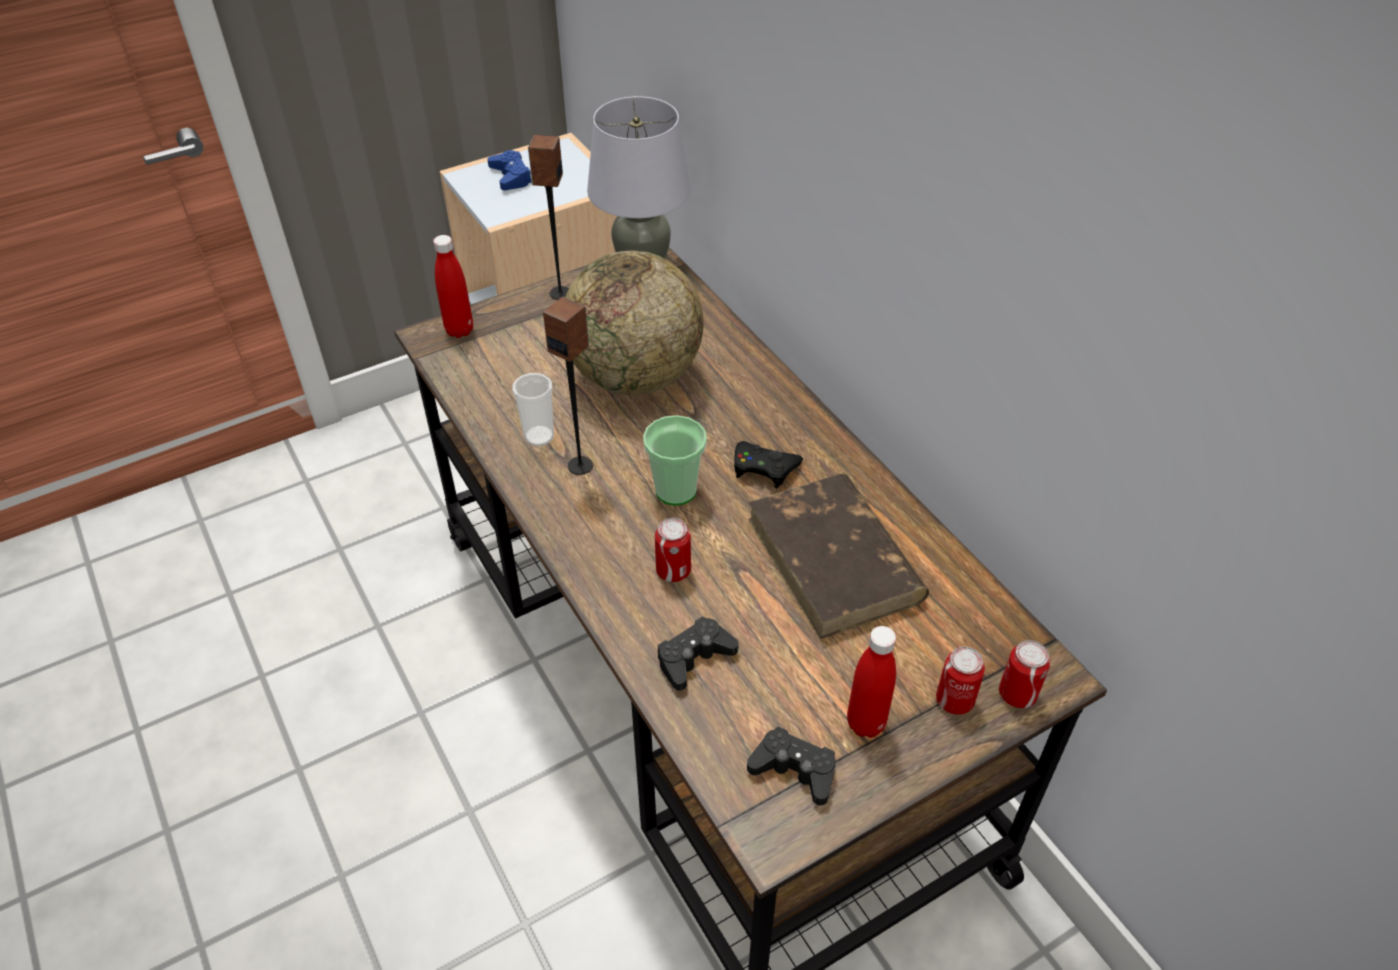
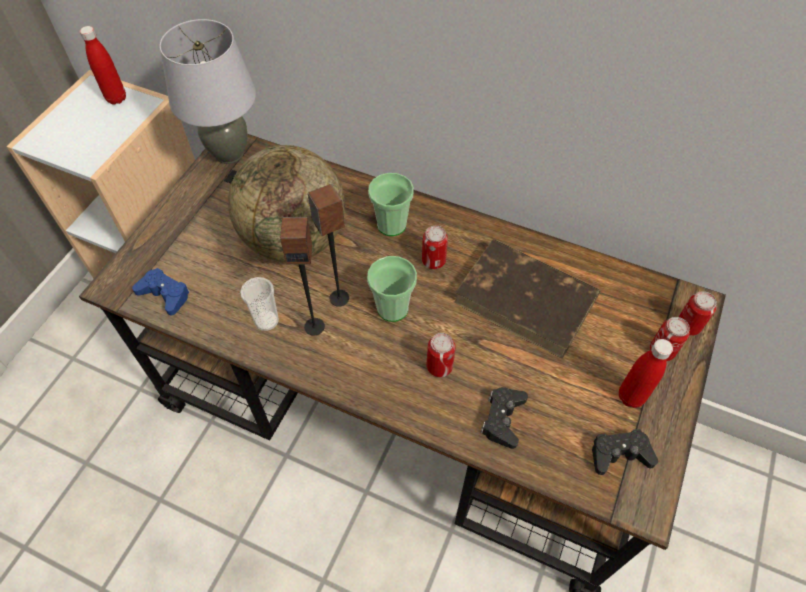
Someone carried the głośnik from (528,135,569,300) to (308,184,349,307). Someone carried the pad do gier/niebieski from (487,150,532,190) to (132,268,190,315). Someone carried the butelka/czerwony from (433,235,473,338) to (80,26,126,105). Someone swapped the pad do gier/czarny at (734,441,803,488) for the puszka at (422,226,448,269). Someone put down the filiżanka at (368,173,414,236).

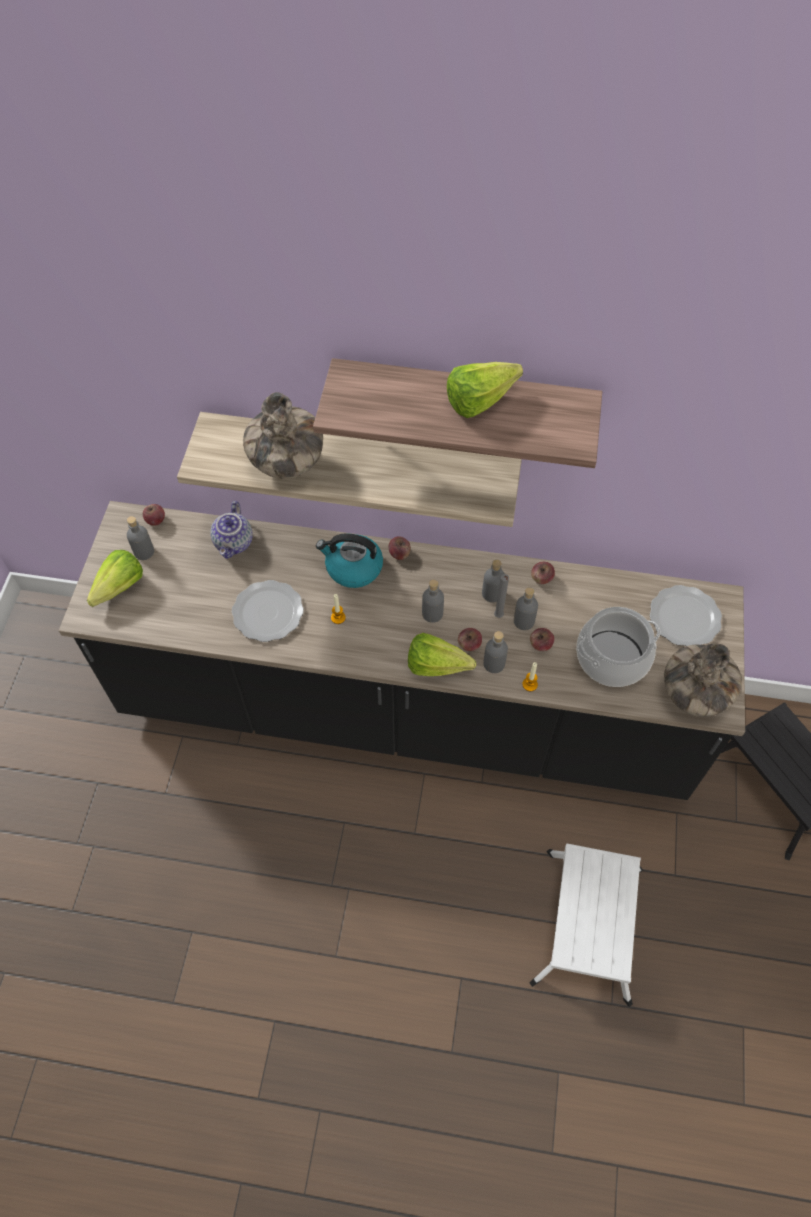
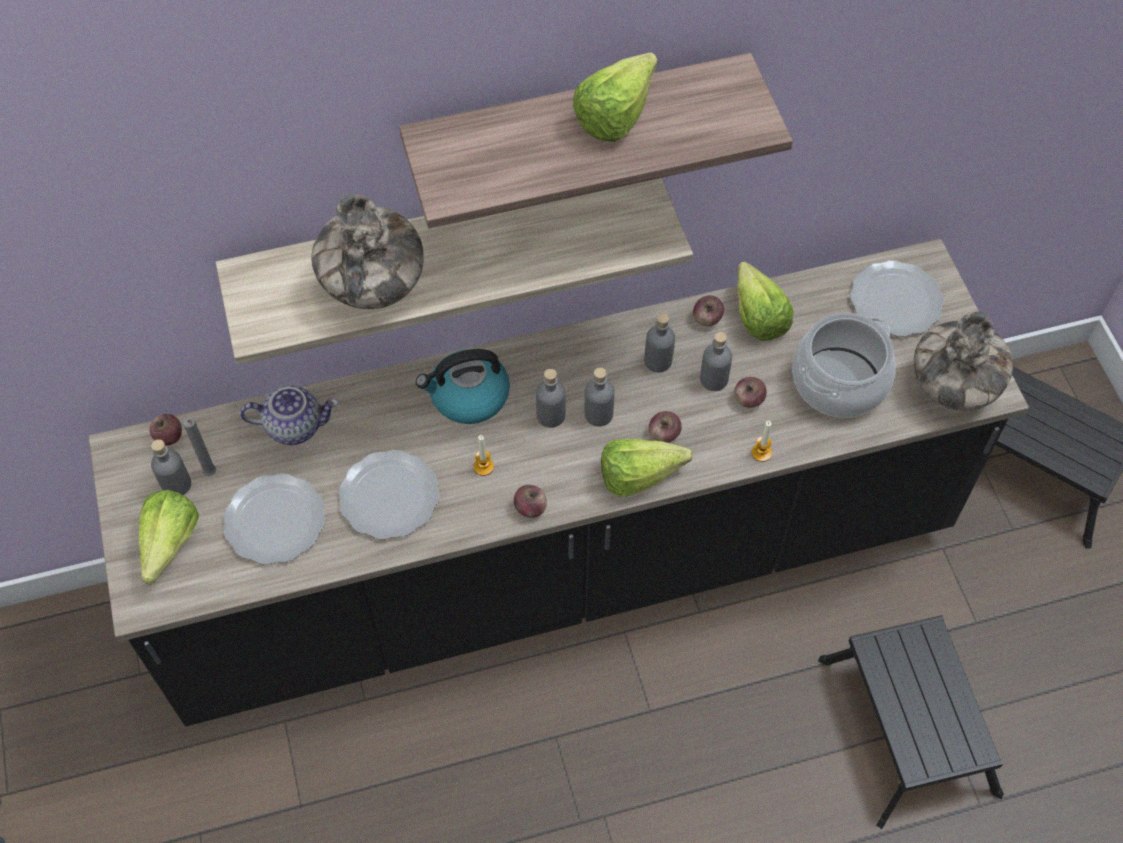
Someone rotated the imbryk at (210,501,253,559) by 75 degrees counterclockwise. Someone carried the jabłko from (388,536,411,560) to (514,485,547,518). Someone carried the świeca/szary from (494,574,509,618) to (183,418,216,476). Someone carried the butelka/szary from (483,631,508,673) to (536,369,566,428). Someone repainted the drabinka/biały at (529,843,643,1007), which became the drabinka/czarny at (818,615,1004,829). Someone put down the sałata at (737,261,794,341). Someone put down the talerz at (223,473,325,565).

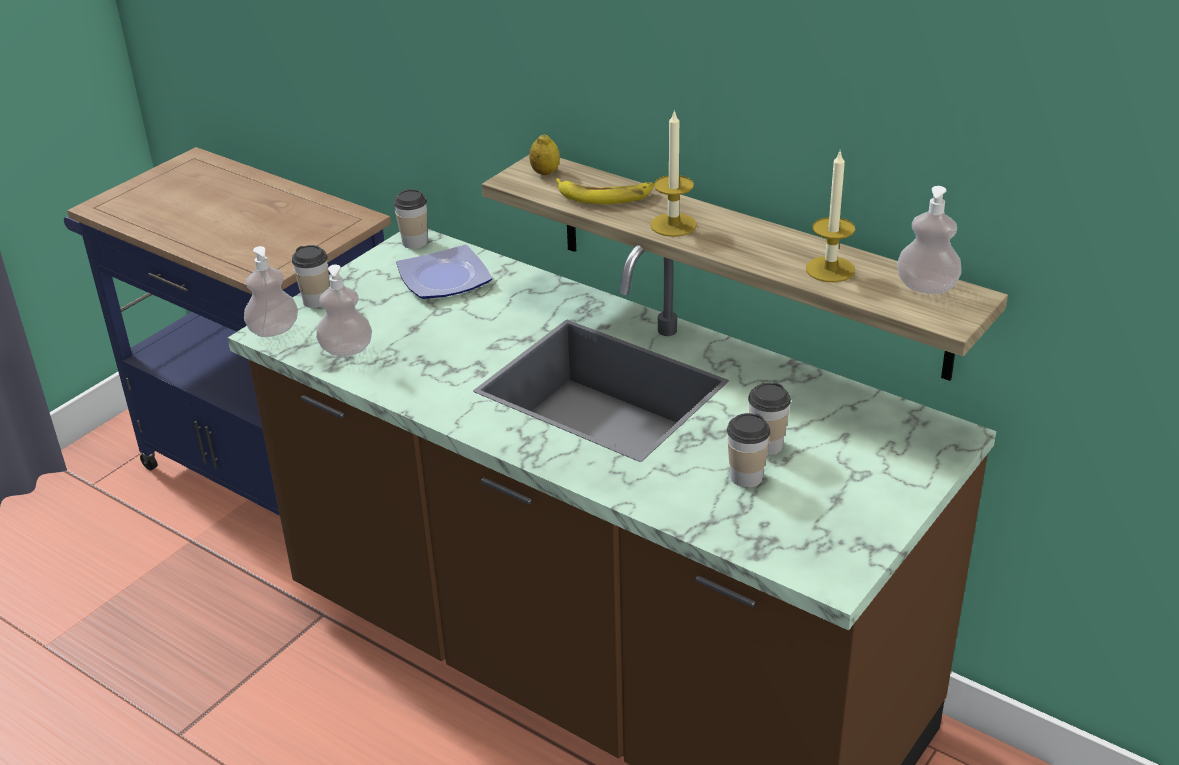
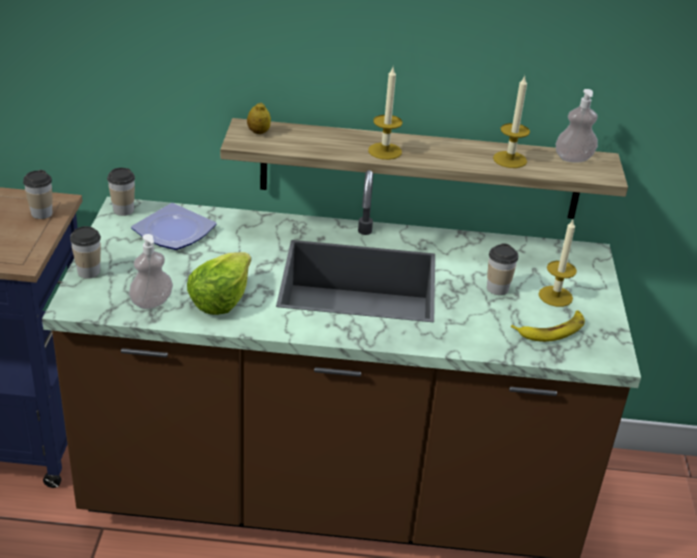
Someone carried the banan from (555,178,654,204) to (511,311,585,342). Someone took away the dozownik mydła at (244,246,298,337). Someone carried the filiżanka from (727,413,770,487) to (23,170,53,219). Someone put down the świeca at (539,220,577,307). Someone put down the sałata at (187,252,251,315).

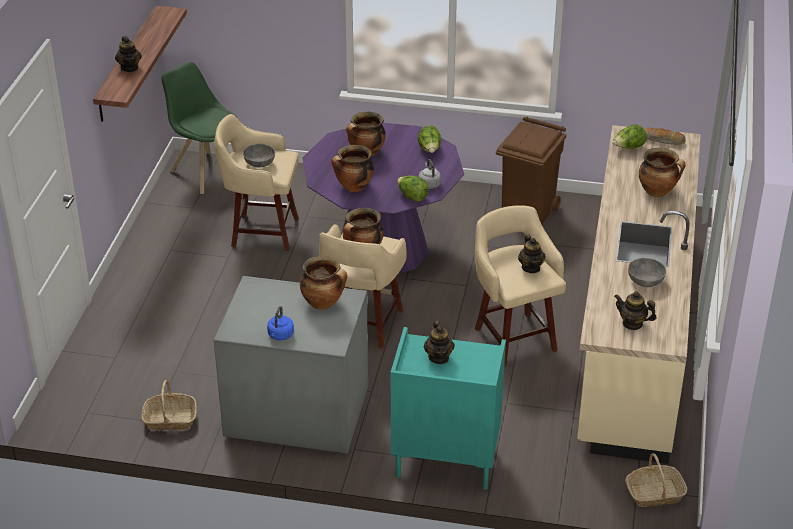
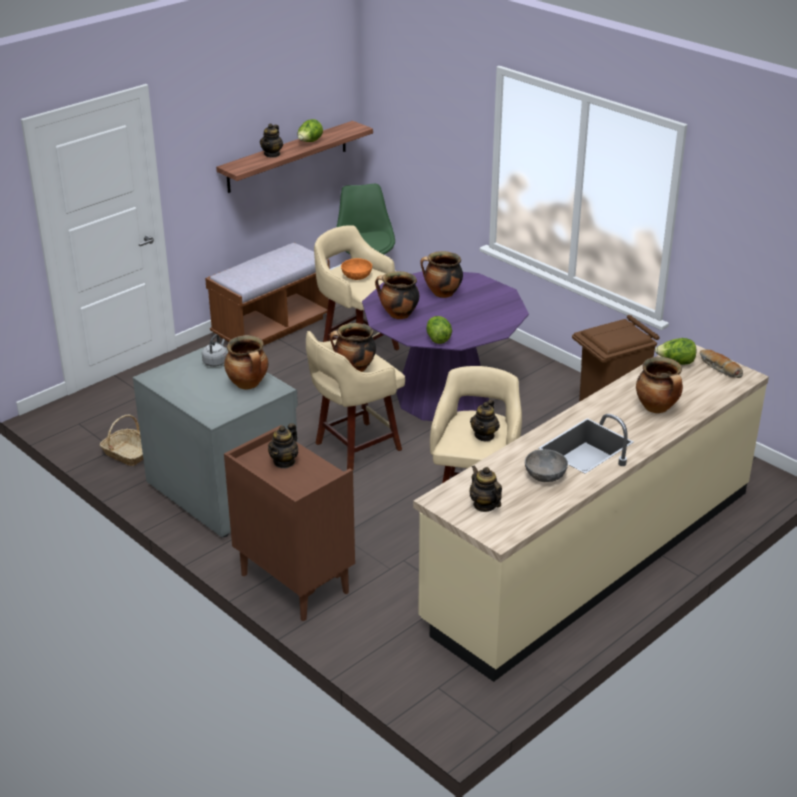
Someone carried the sałata from (418,125,441,153) to (297,119,323,142). Someone repainted the miska/szary at (243,144,275,167), which became the miska/pomarańczowy at (341,258,372,280). Someone carried the czajnik/szary from (418,159,441,189) to (202,334,227,367). Someone took away the czajnik/niebieski at (267,306,294,340). Someone repainted the szafka/turkusowy at (391,327,506,489), which became the szafka/brązowy at (224,425,355,621). Someone took away the koszyk at (625,453,687,507). Someone put down the ławka/brązowy at (205,243,330,345).

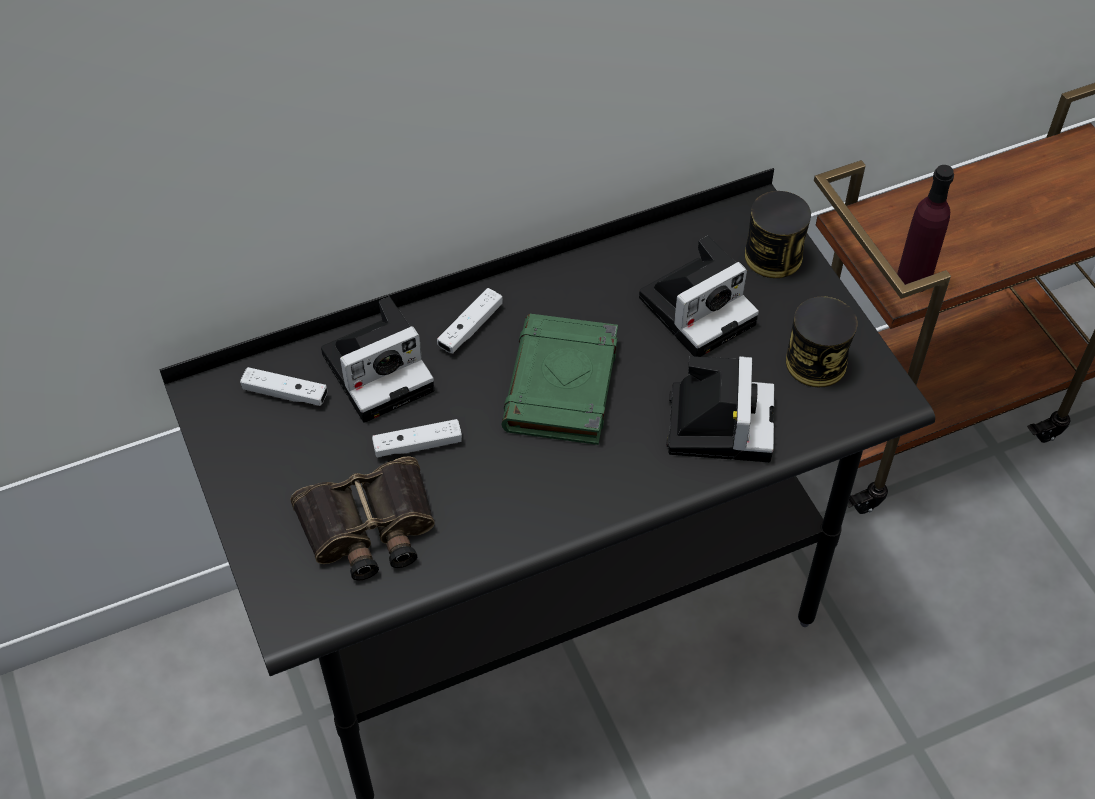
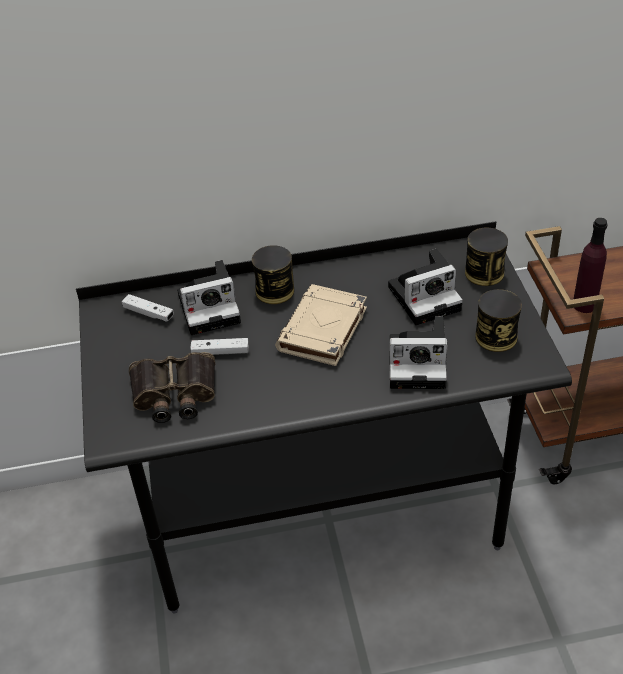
Someone swapped the pad do gier/biały at (437,288,503,353) for the puszka at (252,245,294,304). Someone repainted the książka/zielony at (501,314,618,445), which became the książka/beżowy at (275,284,367,366). Someone rotated the aparat fotograficzny at (666,356,774,462) by 75 degrees clockwise.

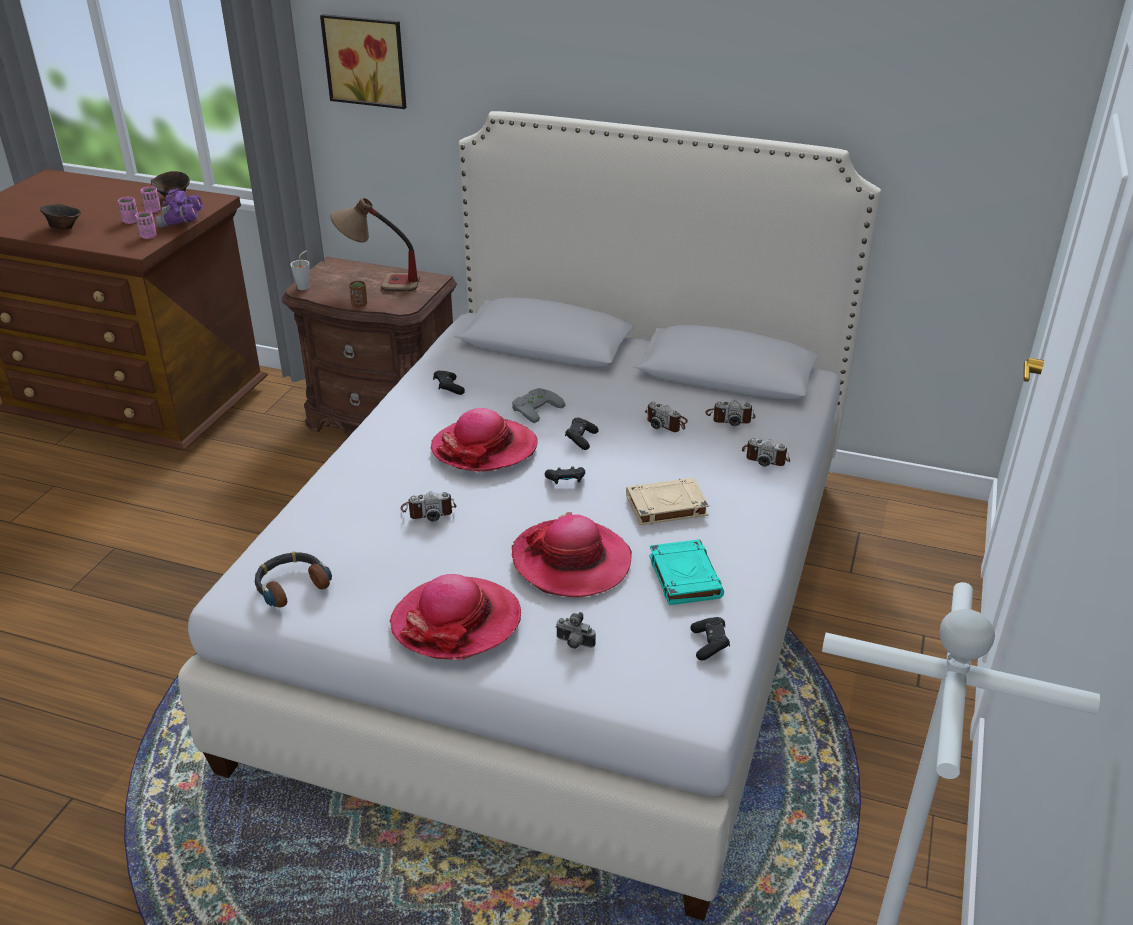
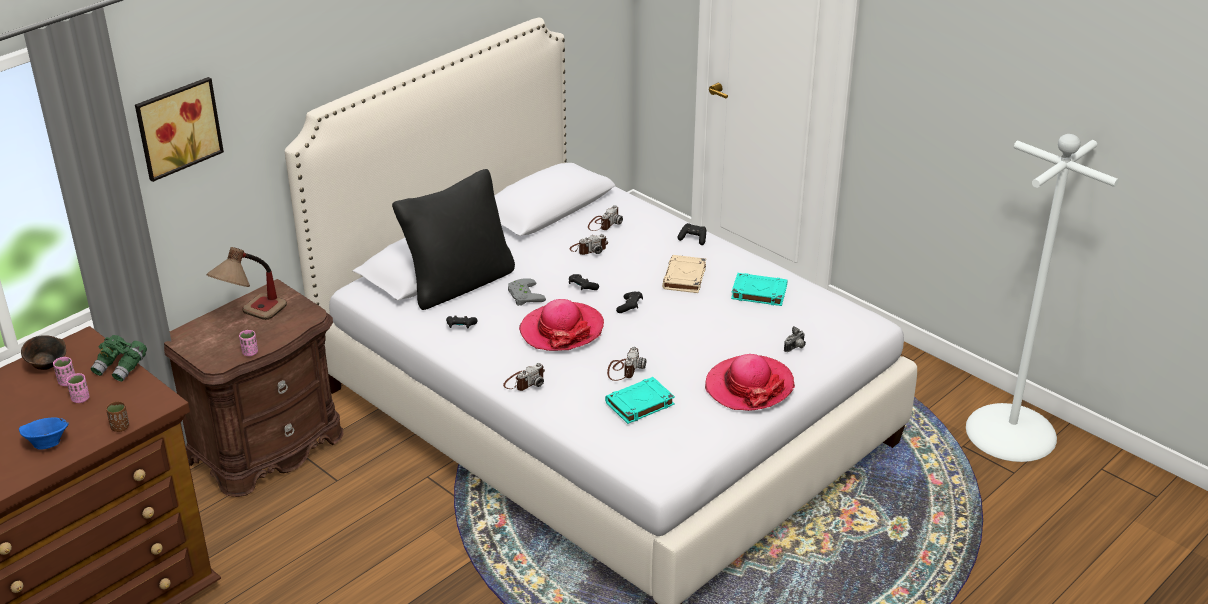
Someone repainted the lornetka/fioletowy at (156,188,203,228), which became the lornetka/zielony at (91,335,147,382). Someone repainted the miska/brązowy at (40,204,81,230), which became the miska/niebieski at (19,417,69,450). Someone carried the filiżanka/różowy from (135,211,157,239) to (239,330,258,356). Someone took away the filiżanka/szary at (290,250,310,290). Someone carried the filiżanka/brązowy from (349,280,367,307) to (106,401,129,432). Someone carried the aparat fotograficzny from (742,438,790,467) to (503,363,545,391). Someone took away the kapelusz at (512,512,632,597). Someone took away the słuchawki at (254,552,332,607). Someone carried the pad do gier/czarny from (690,617,730,660) to (678,223,706,245). Someone put down the poduszka/czarny at (392,169,515,310). Someone put down the książka/turkusowy at (605,377,675,424).

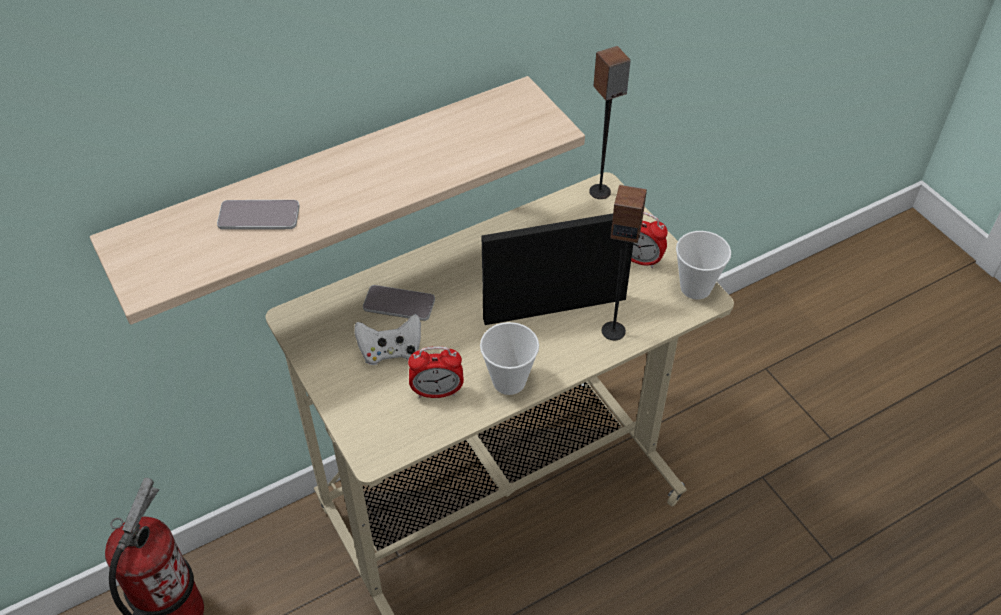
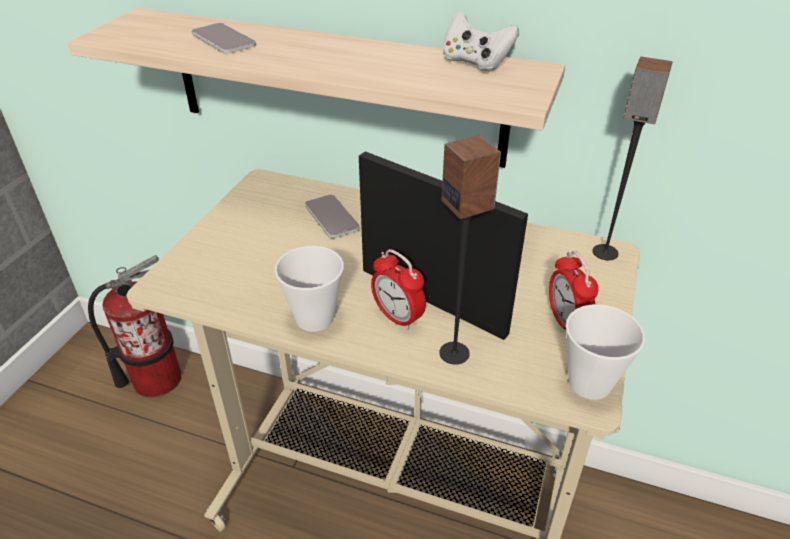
Someone carried the pad do gier/biały from (354,314,421,365) to (443,11,519,71). Someone carried the budzik from (408,346,464,398) to (371,249,426,331).

